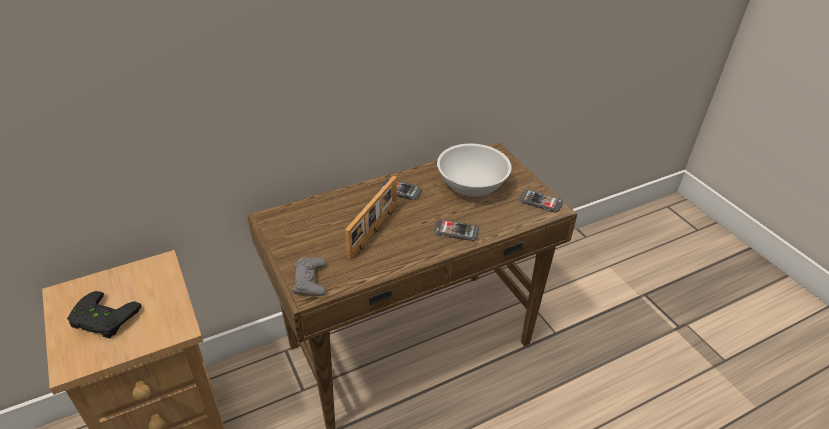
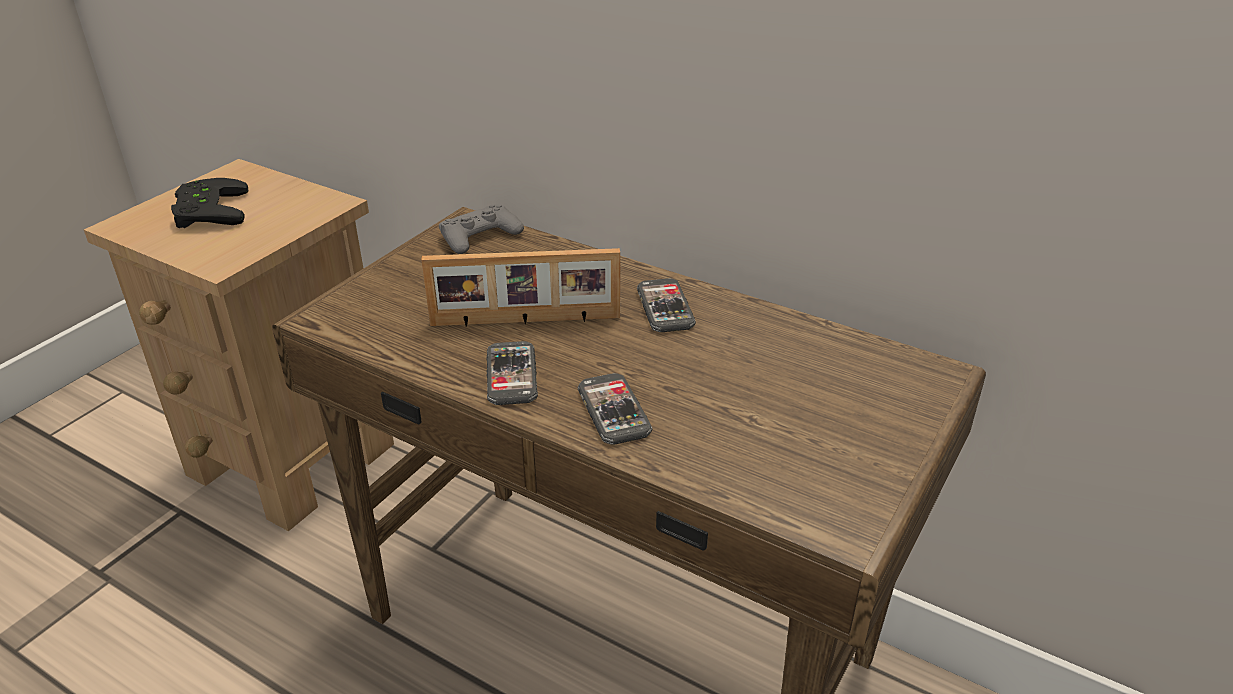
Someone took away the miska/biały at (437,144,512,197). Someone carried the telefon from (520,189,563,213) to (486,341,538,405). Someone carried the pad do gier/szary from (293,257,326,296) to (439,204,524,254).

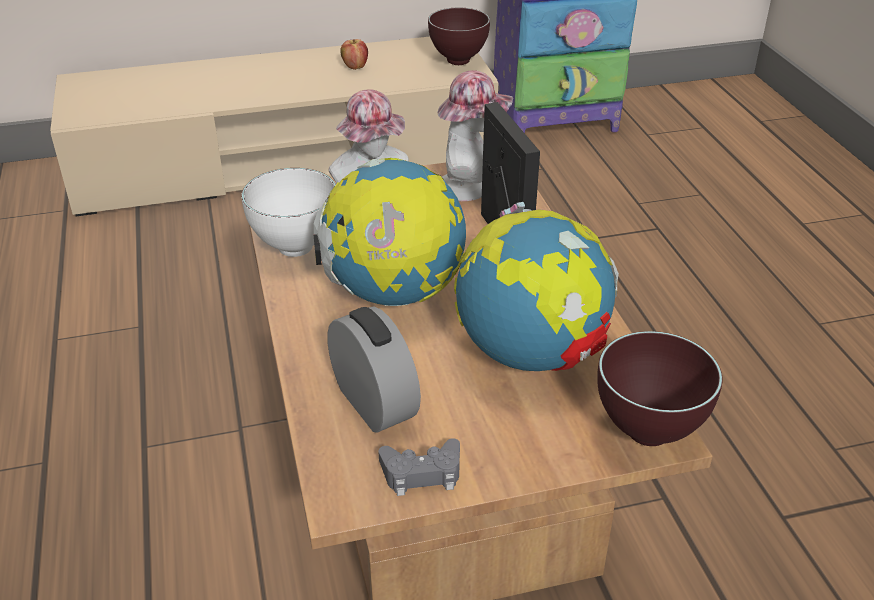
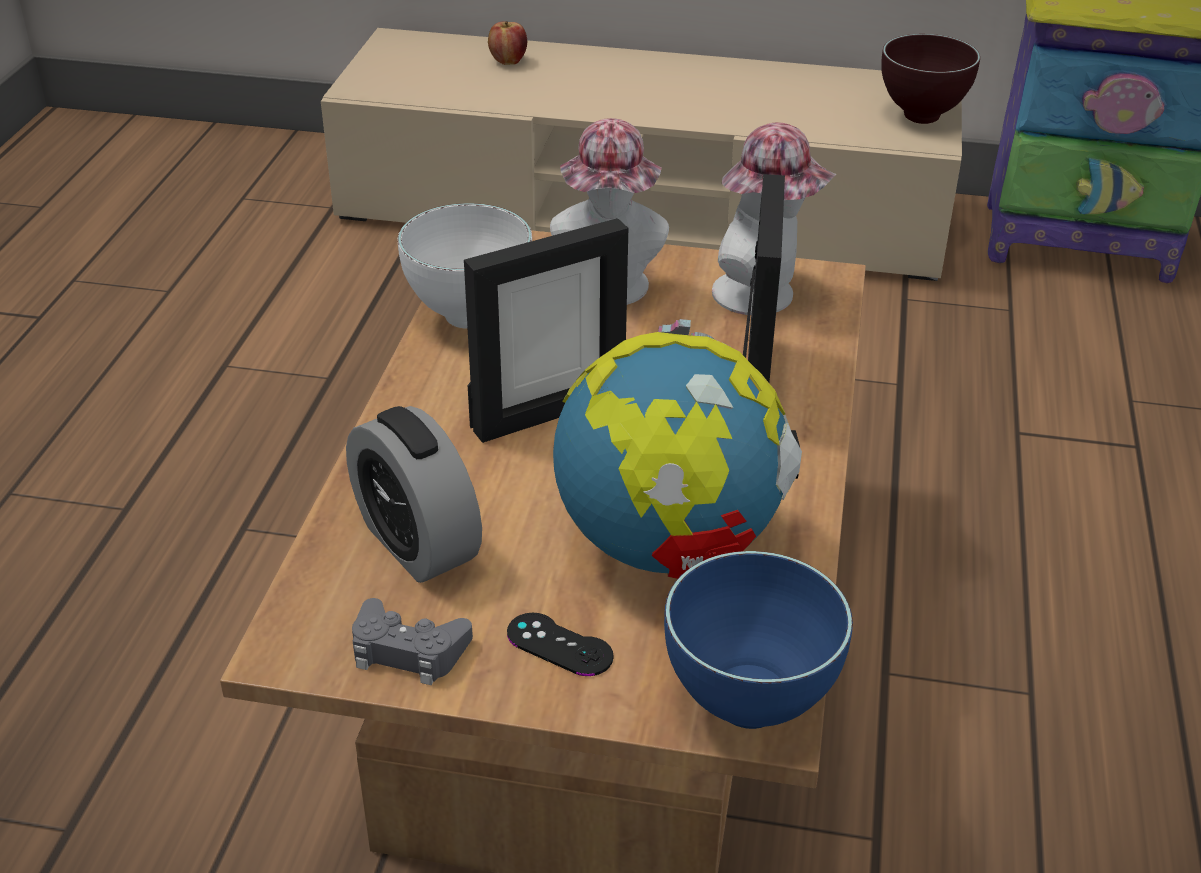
Someone carried the jabłko from (340,39,368,70) to (488,21,527,65). Someone swapped the globus at (314,158,466,306) for the ramka na zdjęcie at (464,218,628,443). Someone rotated the budzik at (327,306,421,433) by 150 degrees clockwise. Someone repainted the miska/brązowy at (598,331,723,446), which became the miska/niebieski at (664,551,853,729). Someone put down the pad do gier/czarny at (507,613,613,676).

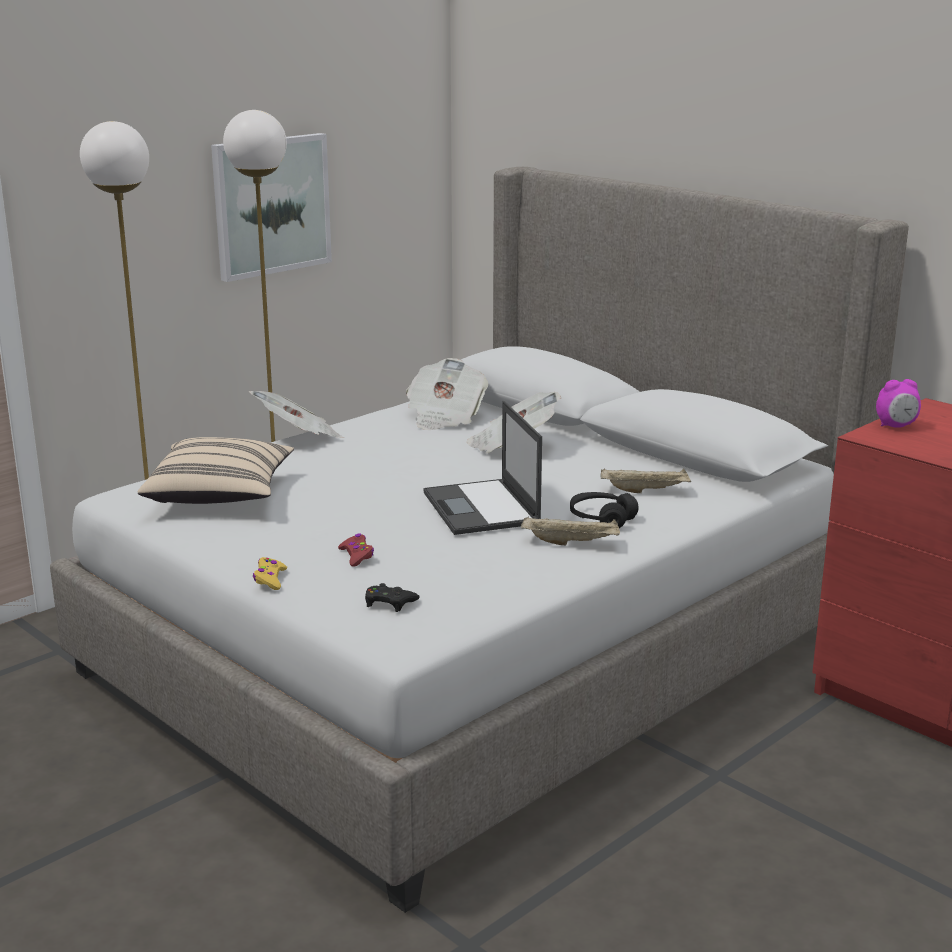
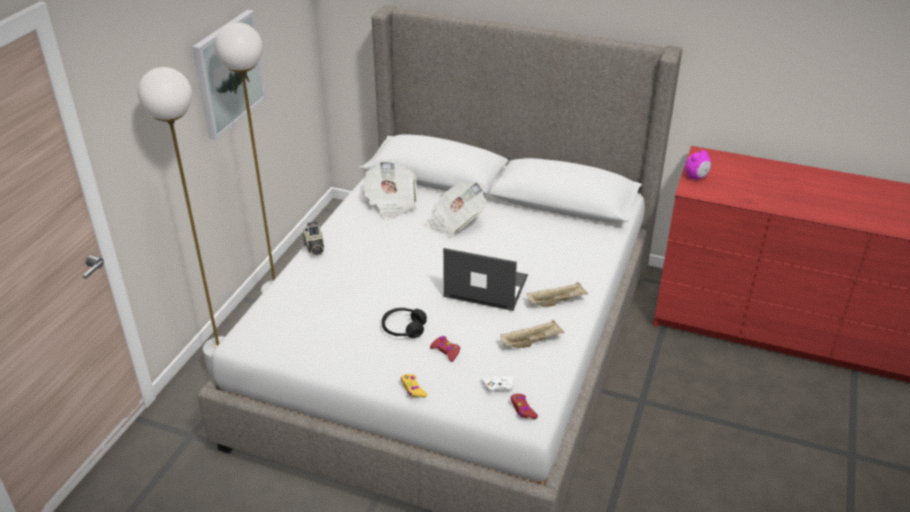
Someone swapped the gazeta at (249,391,344,438) for the aparat fotograficzny at (303,221,324,256). Someone rotated the laptop at (423,401,542,535) by 150 degrees clockwise. Someone took away the poduszka/beżowy at (138,437,294,504). Someone carried the taca/beżowy from (600,468,691,493) to (500,320,565,348). Someone carried the słuchawki/czarny from (570,492,639,528) to (382,308,427,338). Someone repainted the pad do gier/czarny at (365,583,420,612), which became the pad do gier/biały at (482,376,514,395). Someone put down the pad do gier/czerwony at (510,394,538,419).

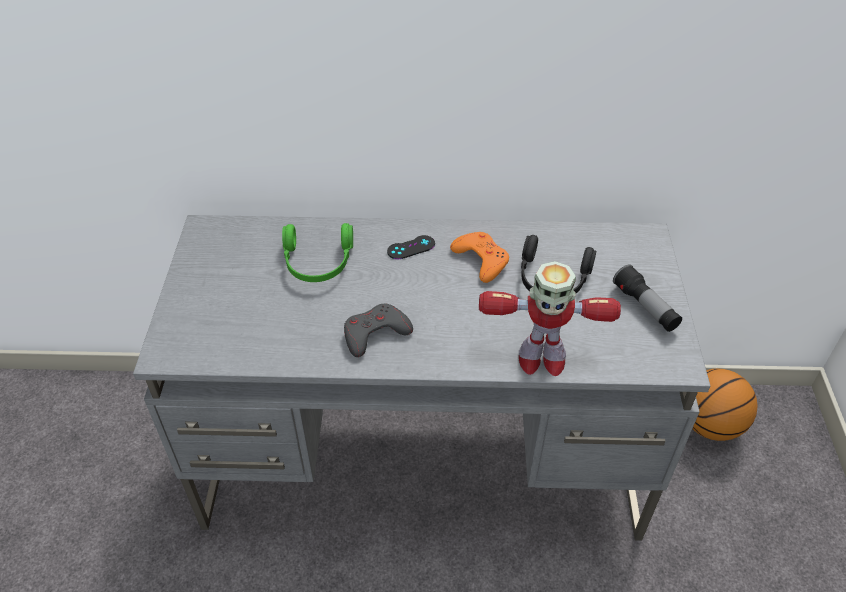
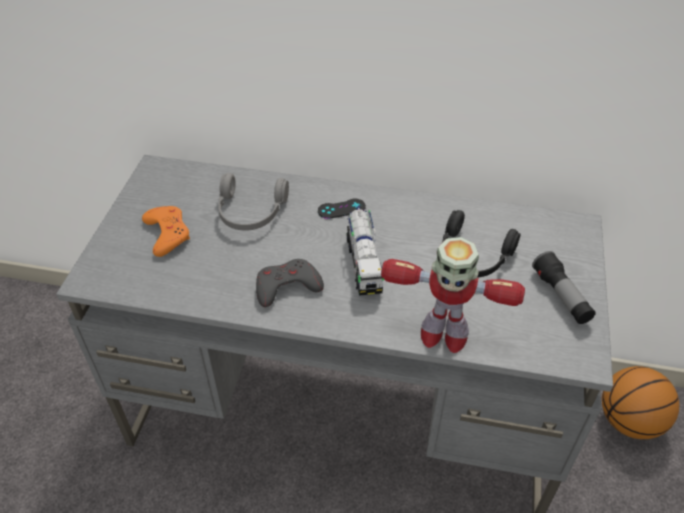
Someone repainted the słuchawki/zielony at (282,223,353,282), which became the słuchawki/szary at (218,173,289,231). Someone carried the pad do gier/pomarańczowy from (450,232,509,283) to (142,206,190,257). Someone put down the ciężarówka zabawkowa at (347,206,384,296).

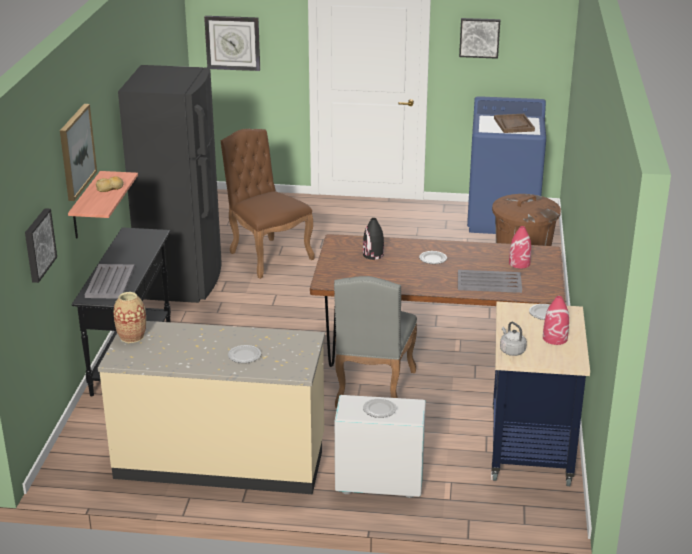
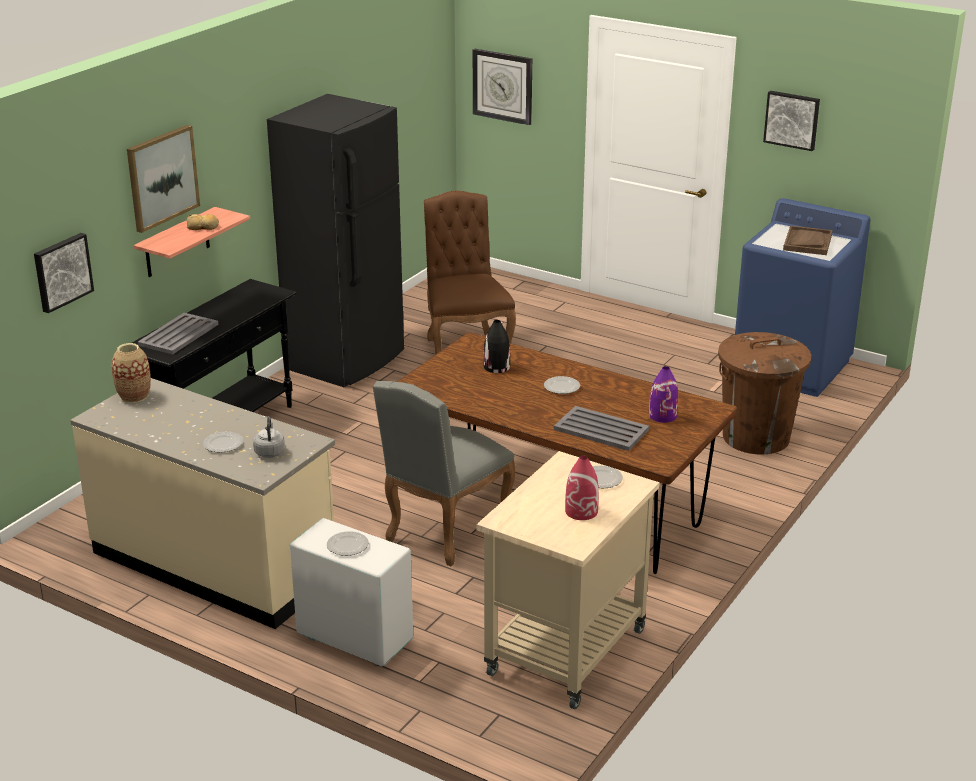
Someone repainted the wazon/czerwony at (509,226,531,269), which became the wazon/fioletowy at (649,366,678,423). Someone repainted the wózek/niebieski at (491,302,590,486), which became the wózek/beżowy at (477,451,659,710). Someone carried the czajnik/szary from (500,322,527,356) to (253,416,285,458).

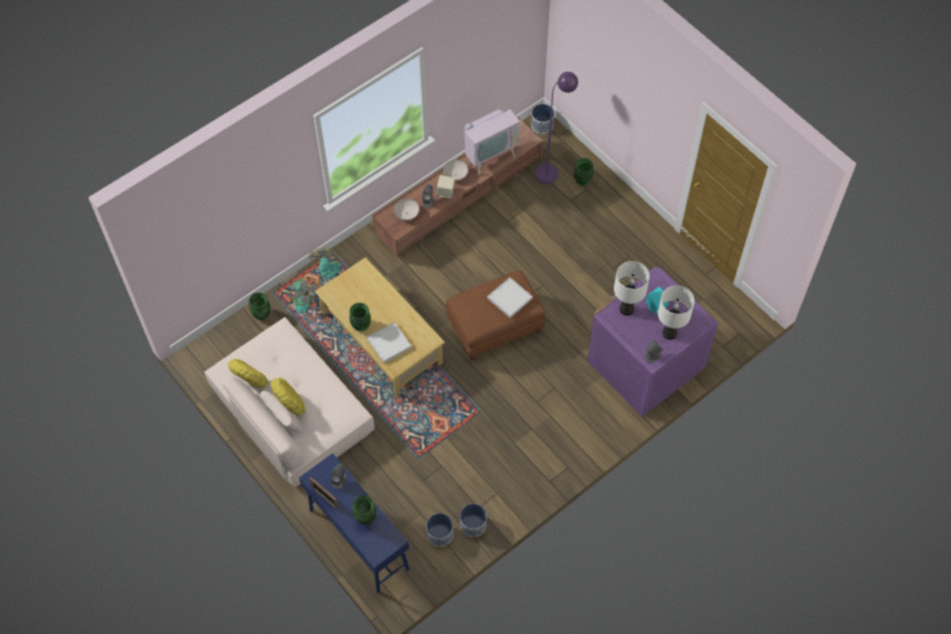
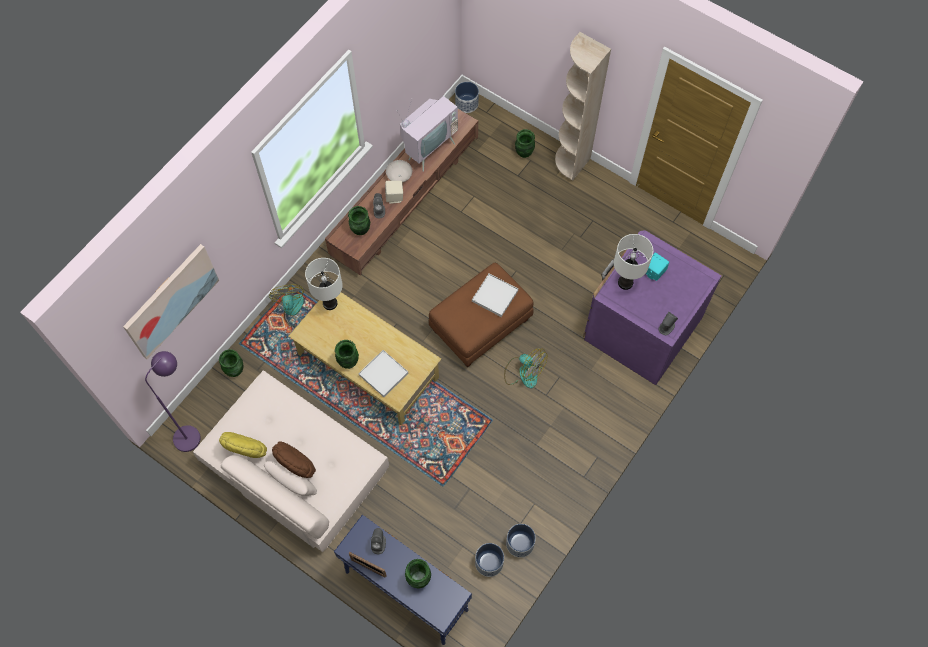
Someone carried the lampa stojąca/fioletowy from (535,72,578,184) to (145,351,201,452). Someone swapped the miska/biały at (394,199,419,220) for the wazon/zielony at (348,206,370,235). Someone carried the wentylator from (280,277,319,314) to (504,349,547,388). Someone carried the lampa stołowa/biały from (658,286,695,340) to (305,258,343,310). Someone repainted the poduszka/żółty at (271,378,306,415), which became the poduszka/brązowy at (272,441,316,478). Someone put down the regał/beżowy at (555,32,611,181). Someone put up the obraz at (123,244,219,359).

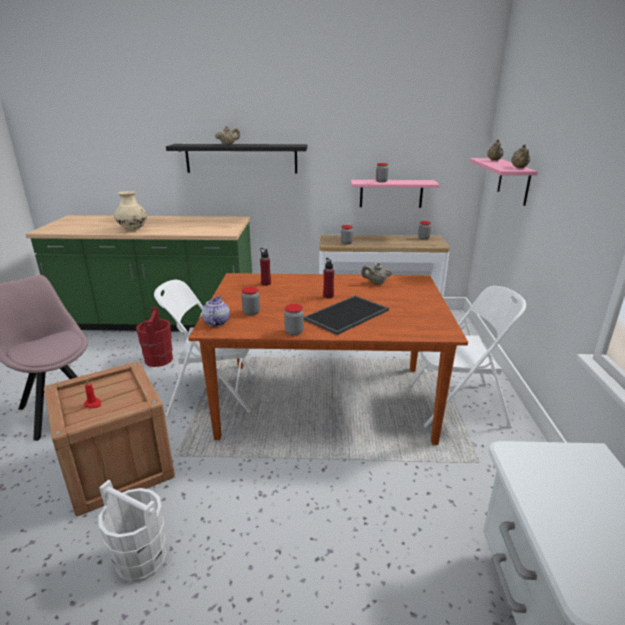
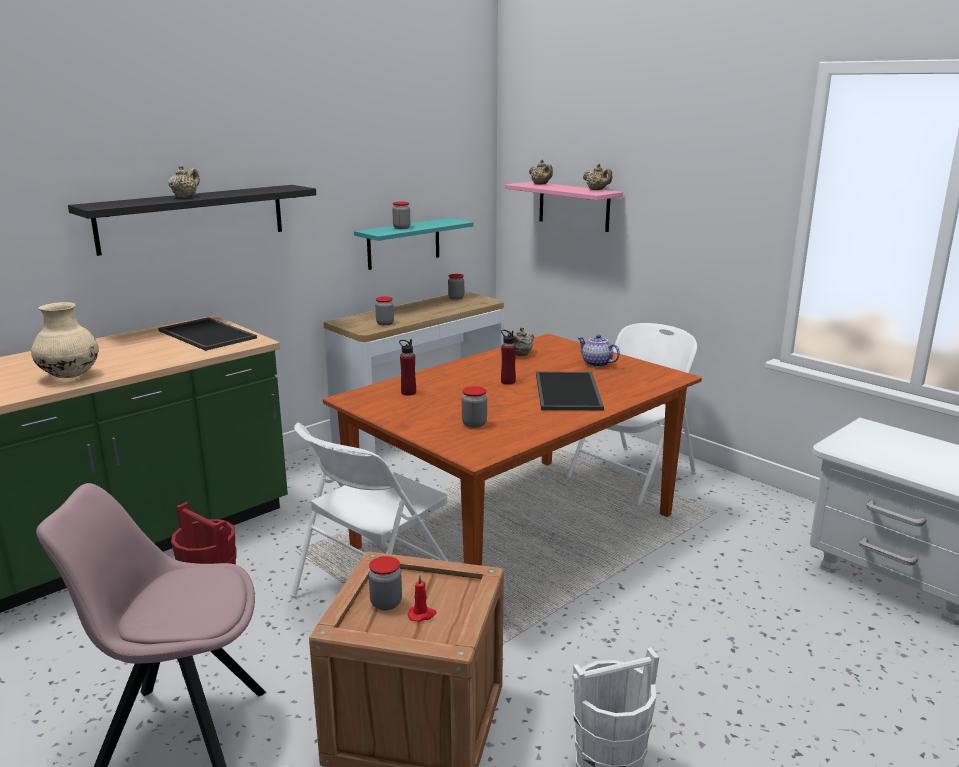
Someone repainted the półka/różowy at (351,180,440,208), which became the półka/turkusowy at (354,218,474,270). Someone carried the imbryk from (202,296,230,326) to (578,334,620,367). Someone carried the słoik from (284,304,304,336) to (369,556,402,611). Someone put down the taca at (158,317,257,351).

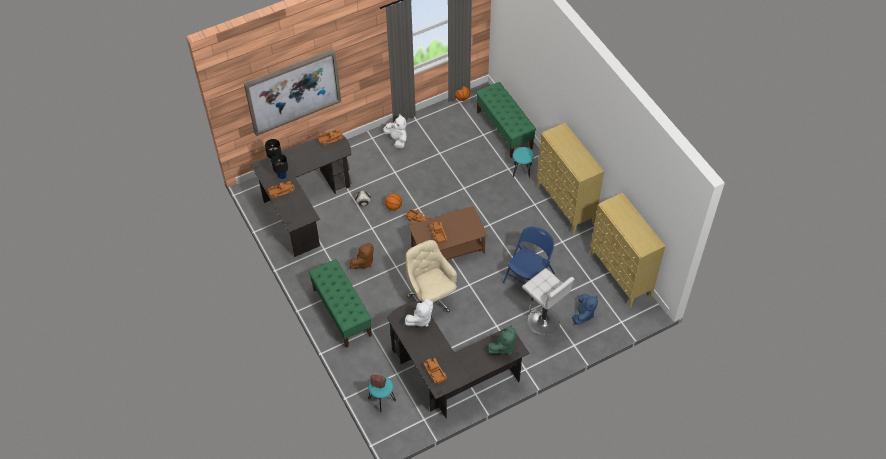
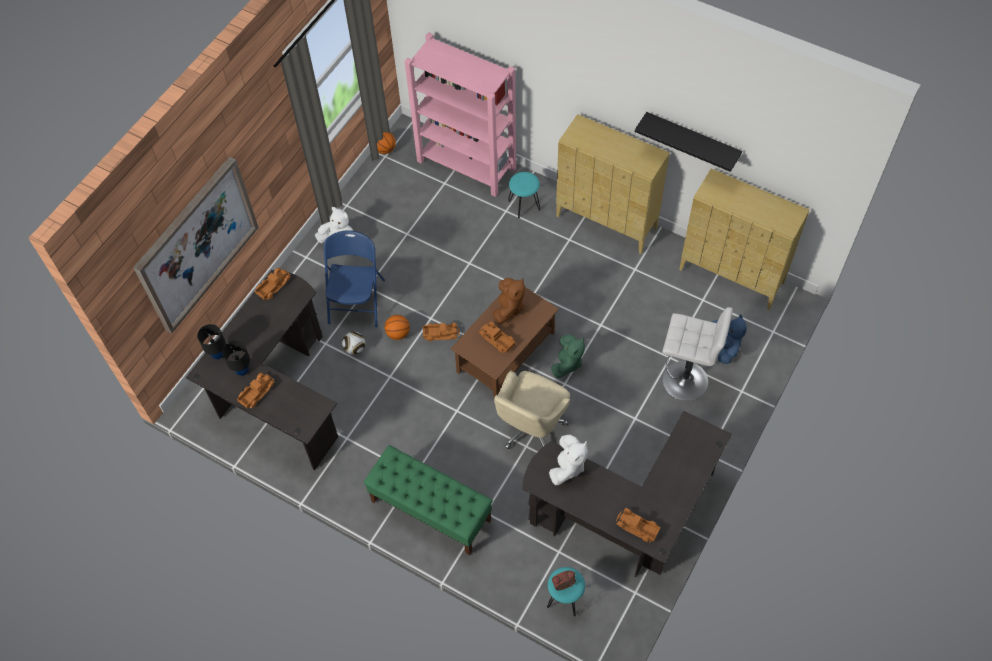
Someone swapped the ławka/zielony at (476,82,536,158) for the regał/różowy at (405,32,516,197). Someone carried the krzesło/niebieski from (503,227,555,301) to (324,230,385,327). Someone rotated the krzesło biurowe/beżowy at (405,240,457,312) by 90 degrees counterclockwise. Someone carried the pluszak/brązowy from (350,243,374,269) to (493,278,525,323). Someone carried the pluszak/zielony from (488,327,516,355) to (551,334,585,378). Someone put up the półka/czarny at (635,112,742,172).

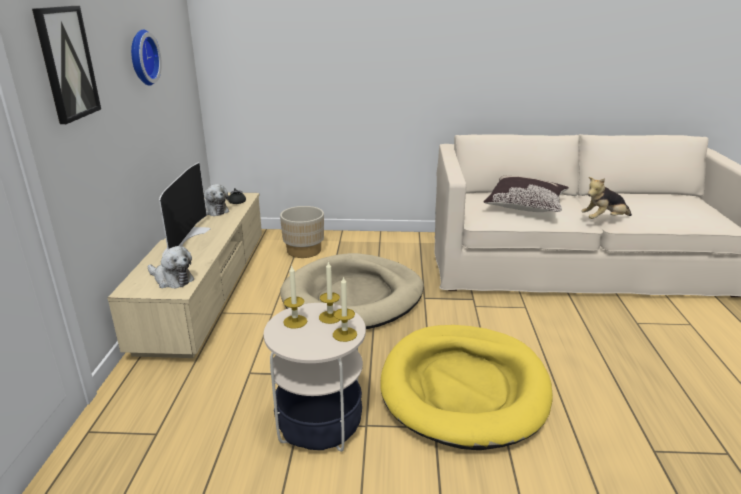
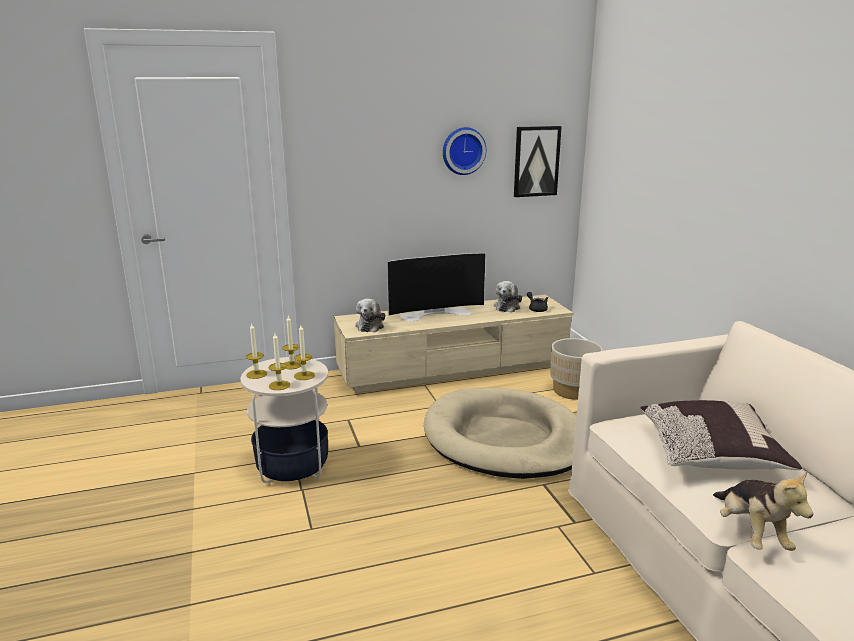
Someone carried the obraz from (32,6,101,124) to (514,126,562,197). Someone rotated the pluszak at (581,177,632,219) by 150 degrees counterclockwise. Someone took away the legowisko/żółty at (381,325,553,450). Someone put down the świeca at (246,324,267,379).

